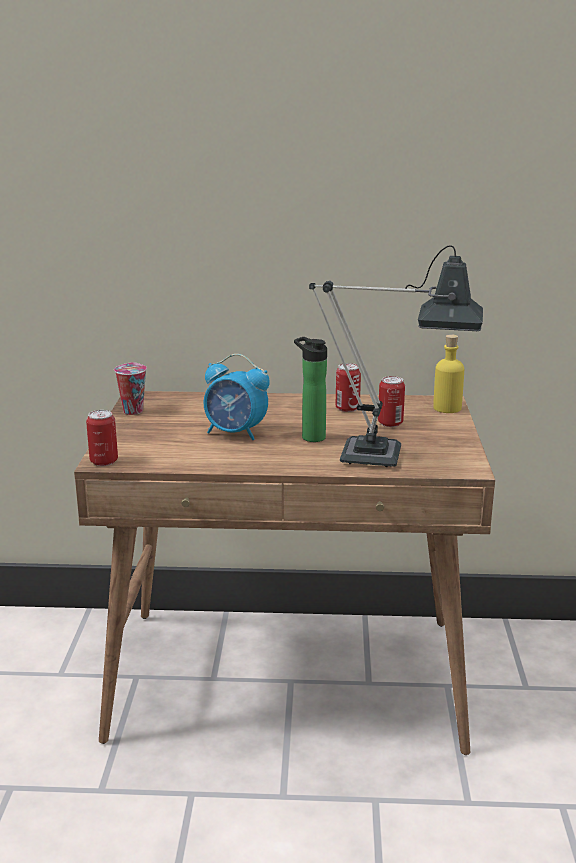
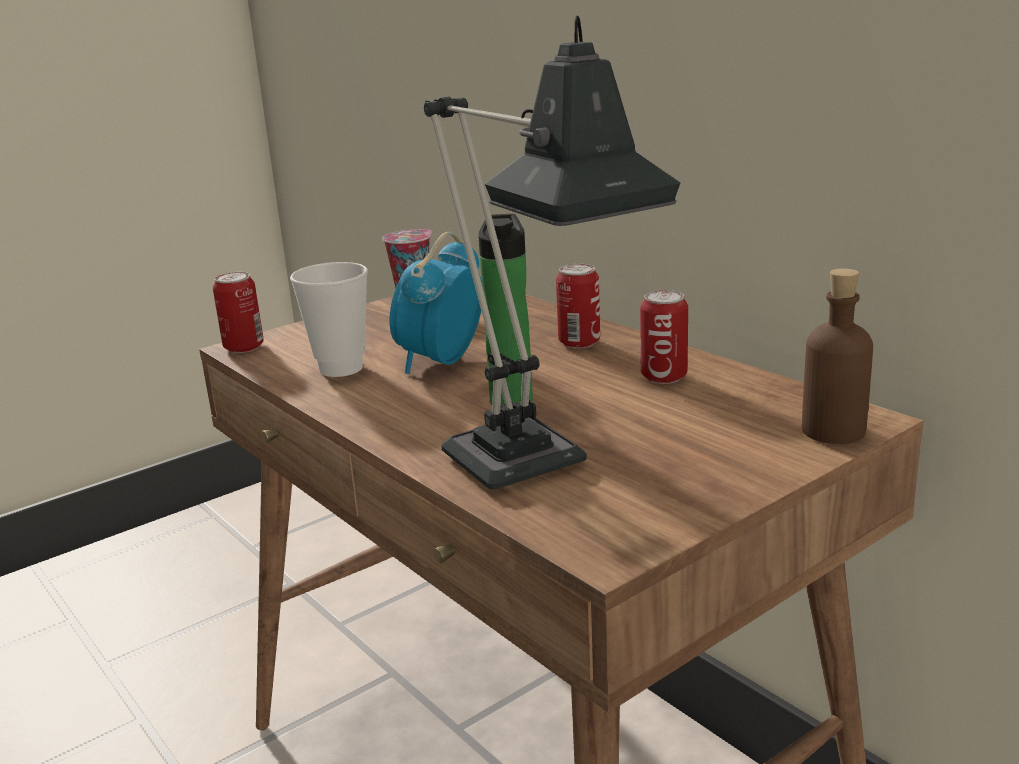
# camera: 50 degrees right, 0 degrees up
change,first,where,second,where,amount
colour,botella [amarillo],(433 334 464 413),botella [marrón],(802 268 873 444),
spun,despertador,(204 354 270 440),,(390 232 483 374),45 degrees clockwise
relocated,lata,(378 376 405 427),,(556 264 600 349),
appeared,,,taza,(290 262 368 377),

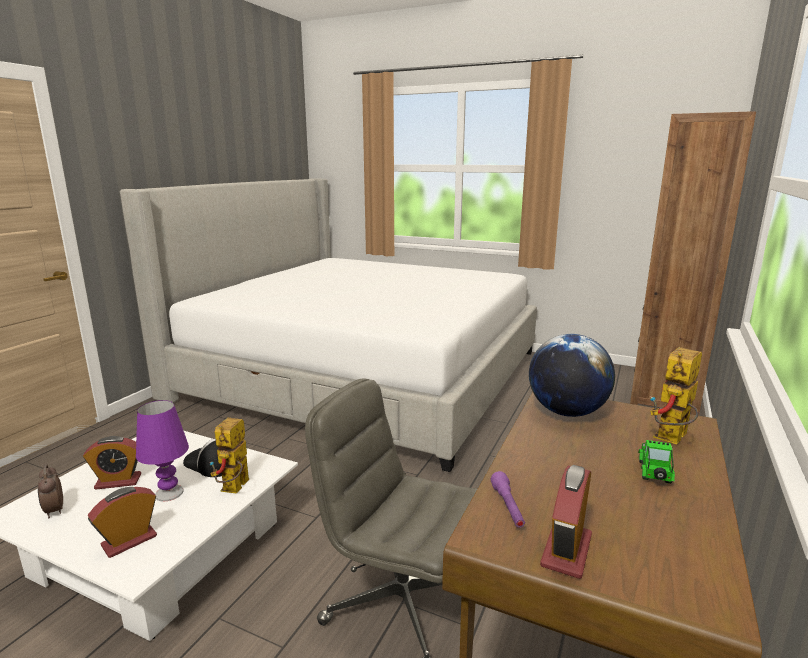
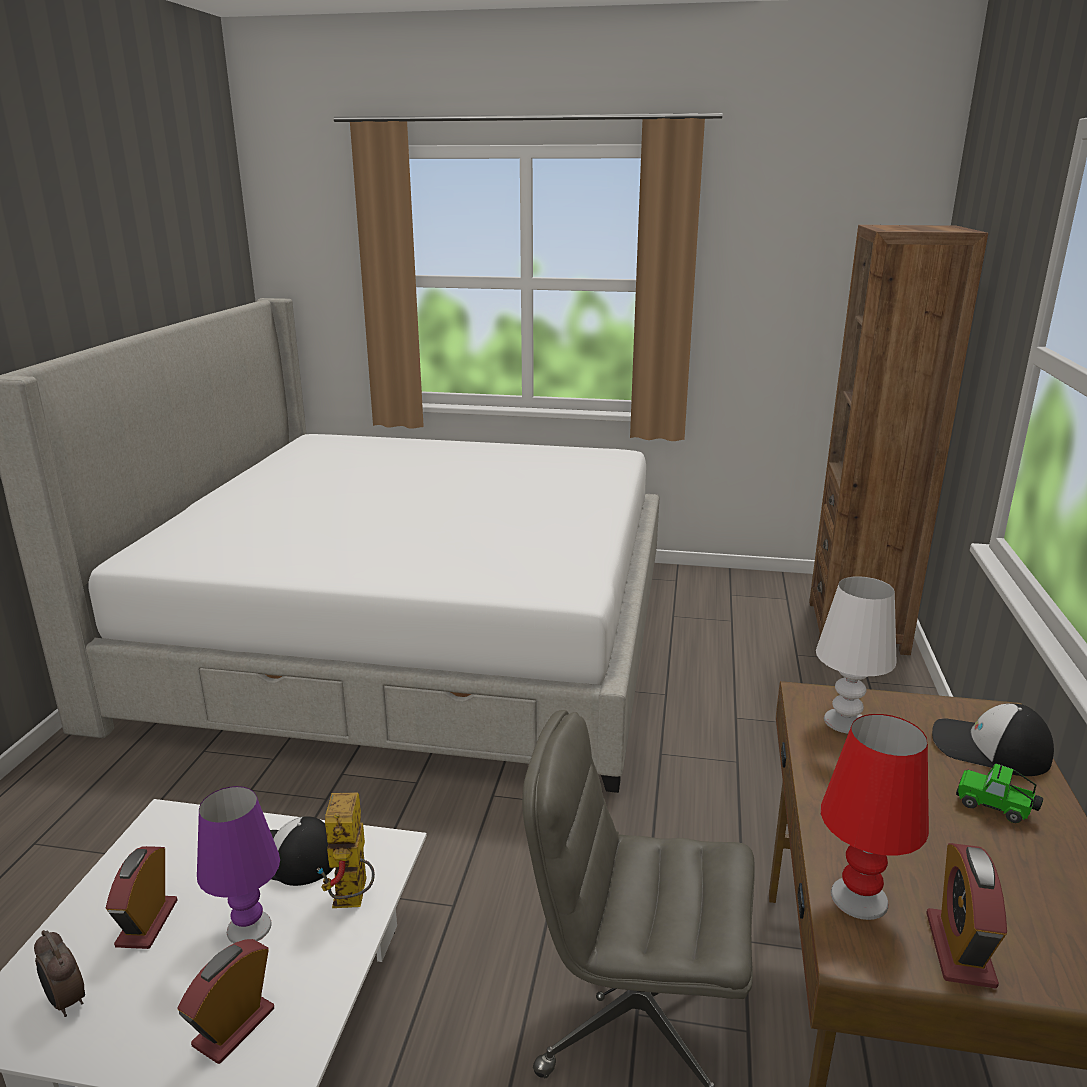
# camera: 15 degrees left, 5 degrees up
change,first,where,second,where,amount
exchanged,globo terráqueo,(529 334 615 417),lámpara de mesa [blanco],(816 576 897 733),
exchanged,robot de juguete,(650 347 702 444),gorra,(932 704 1054 776),
spun,despertador,(83 436 141 490),,(106 846 177 949),120 degrees clockwise
spun,coche de juguete,(638 440 675 484),,(956 763 1043 823),60 degrees counterclockwise
exchanged,linterna [morado],(491 471 525 528),lámpara de mesa [rojo],(821 714 929 920),

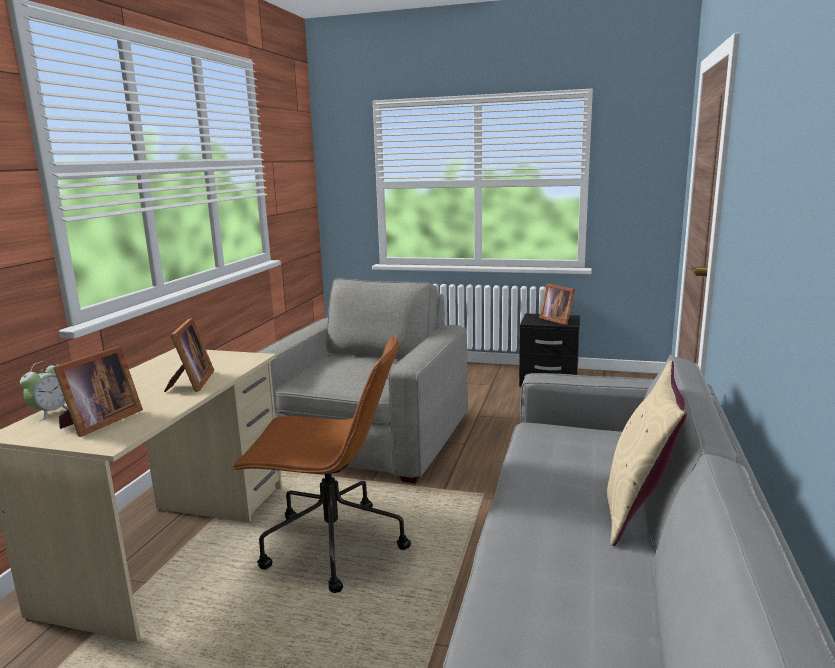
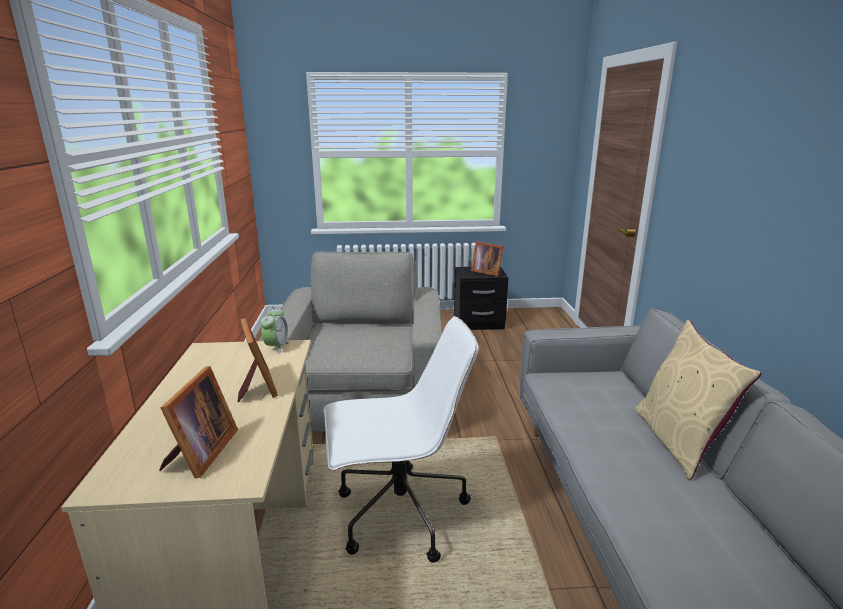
# camera: 20 degrees left, 5 degrees up
change,first,where,second,where,amount
colour,silla de oficina [marrón],(231 335 411 593),silla de oficina [blanco],(324 316 479 563),
relocated,despertador,(20 361 68 421),,(261 307 290 354),

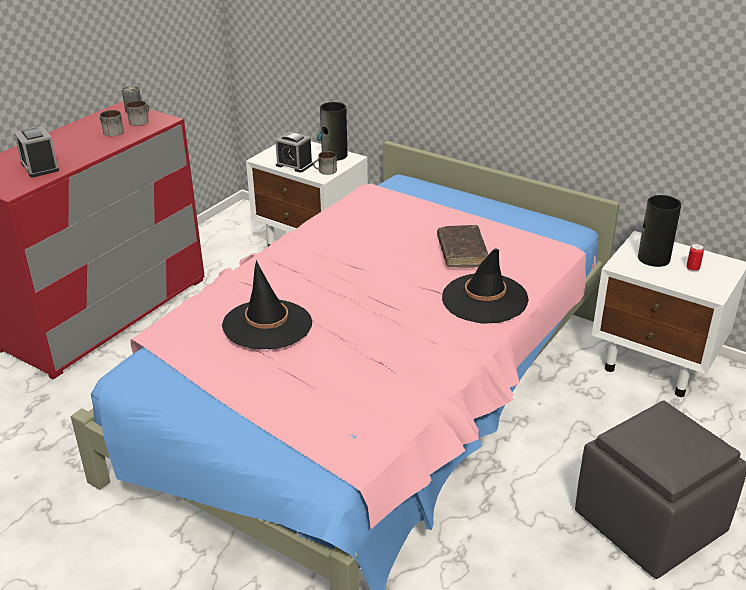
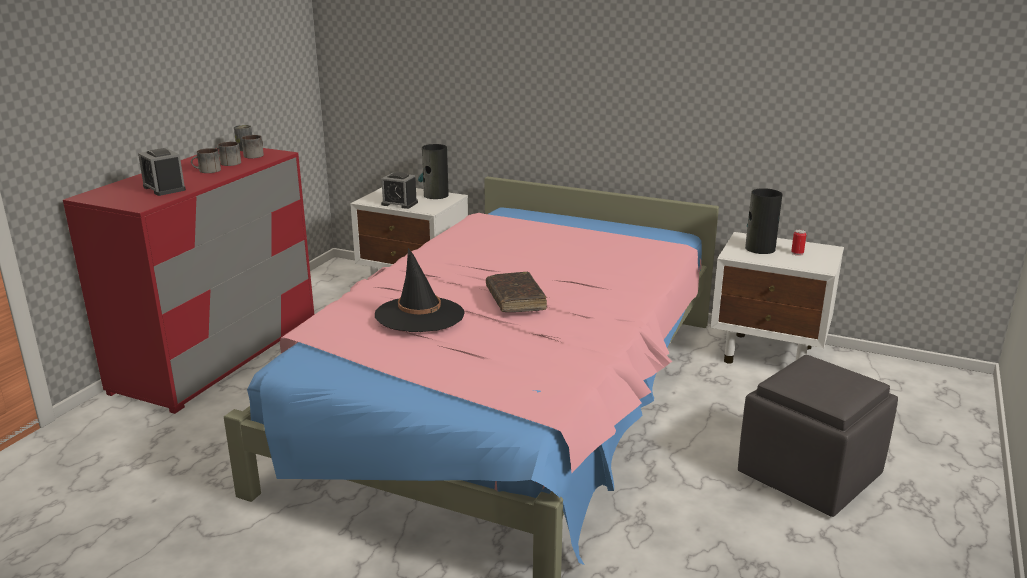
# camera: 10 degrees left, 10 degrees down
change,first,where,second,where,amount
relocated,taza grande,(313 151 337 175),,(191 148 221 173),
relocated,libro [marrón],(437 225 489 268),,(486 272 547 312),
missing,sombrero [negro],(442 248 529 324),,,

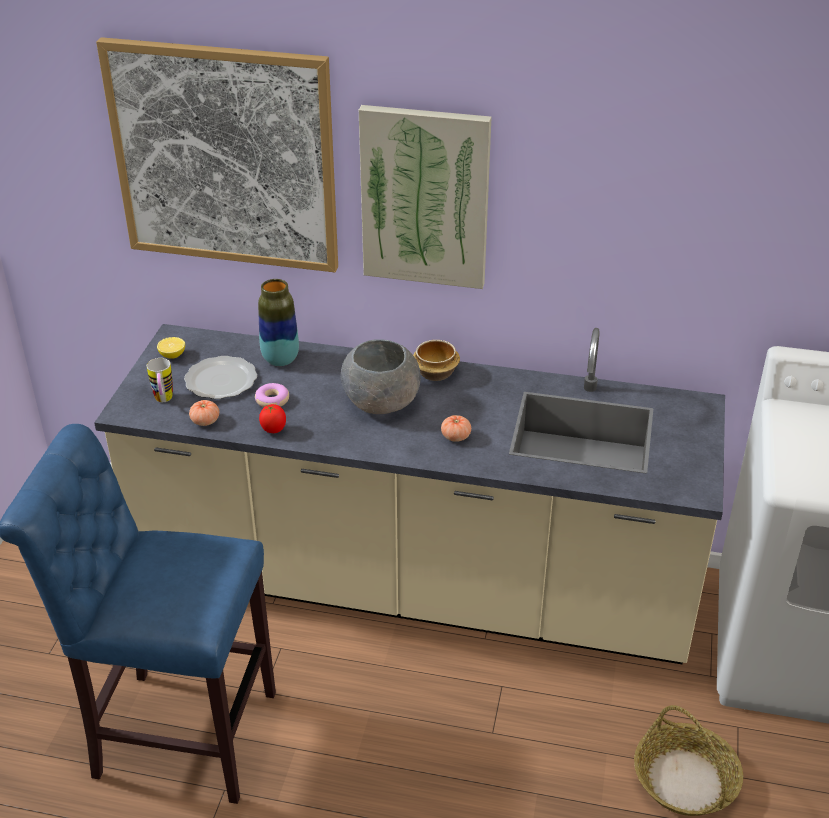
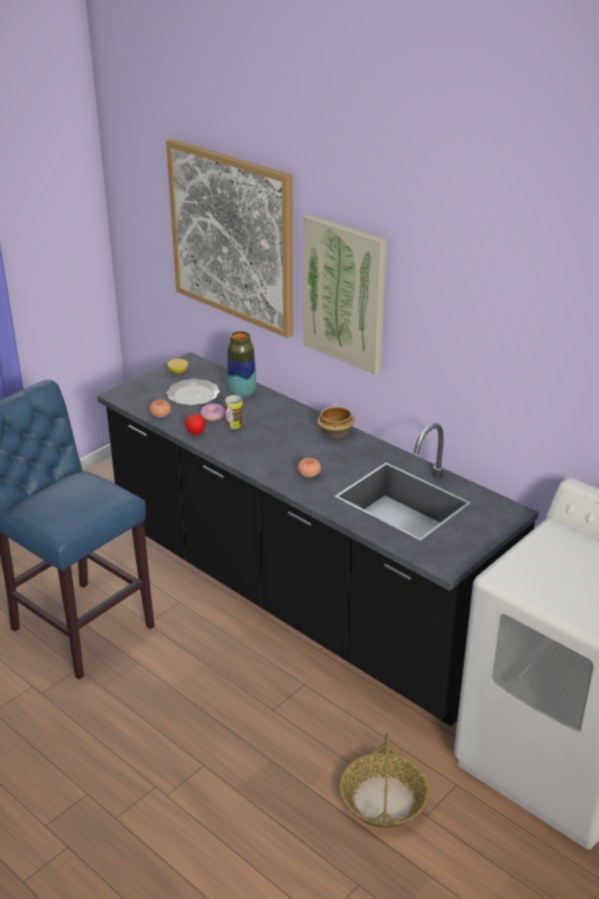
# camera: 30 degrees right, 5 degrees down
change,first,where,second,where,amount
colour,mueble bajo de cocina [beis],(94 324 725 664),mueble bajo de cocina [negro],(97 352 539 726),
missing,cuenco [gris],(341 339 421 414),,,
relocated,taza grande,(147 358 173 402),,(225 395 243 429),

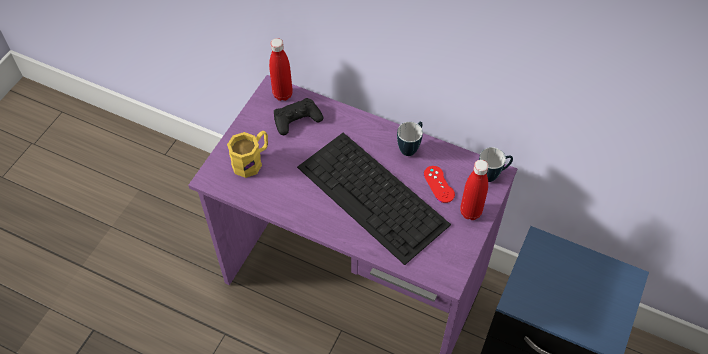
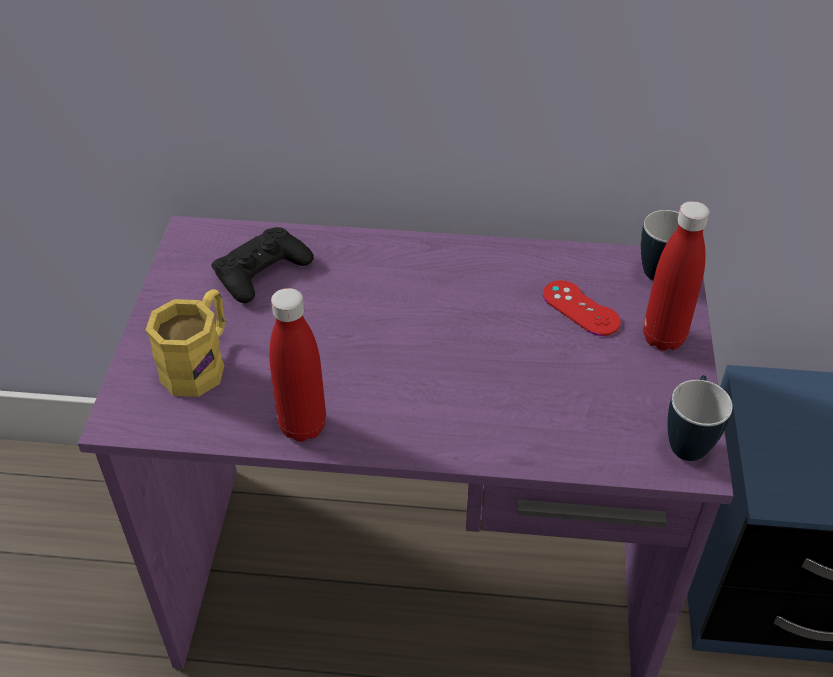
# camera: 20 degrees left, 10 degrees down
change,first,where,second,where,amount
relocated,botella [rojo],(269 38 293 101),,(269 288 326 442),
relocated,taza grande,(397 122 423 156),,(667 375 733 461),
missing,teclado,(297 133 451 265),,,

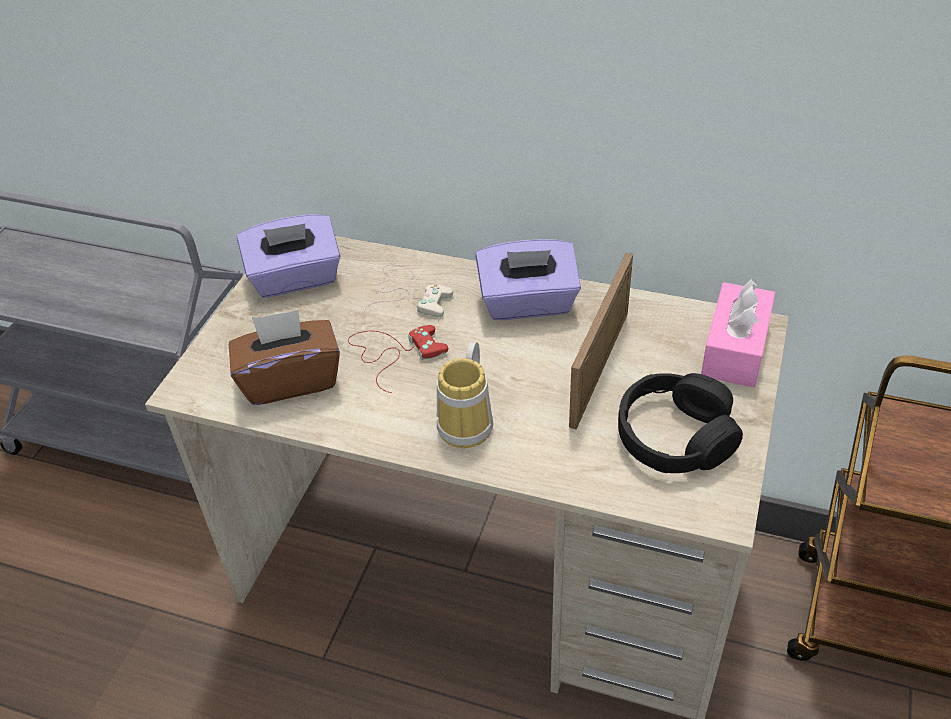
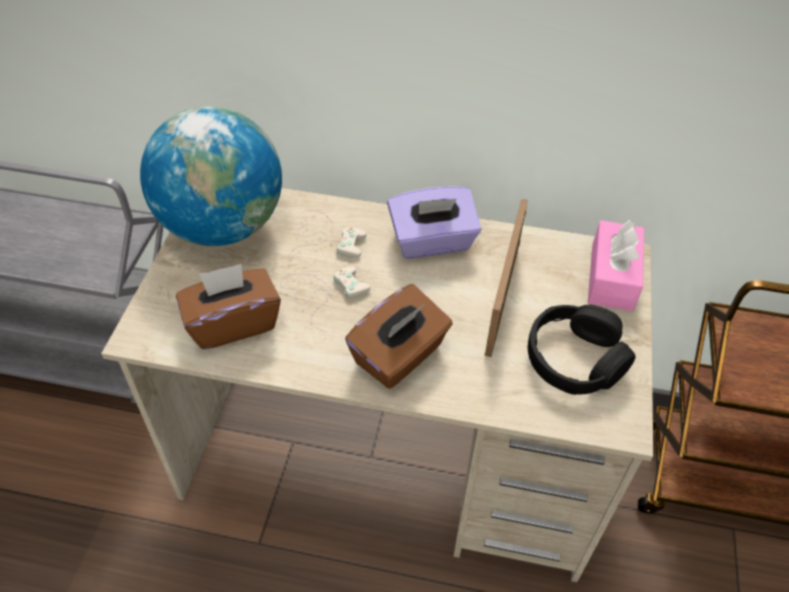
# camera: 10 degrees left, 5 degrees up
change,first,where,second,where,amount
exchanged,caja de pañuelos [morado],(237 214 340 298),globo terráqueo,(140 106 282 246),
colour,mando de consola [rojo],(348 325 448 393),mando de consola [blanco],(280 266 370 332),
exchanged,taza grande,(437 341 493 448),caja de pañuelos [marrón],(345 284 453 389),

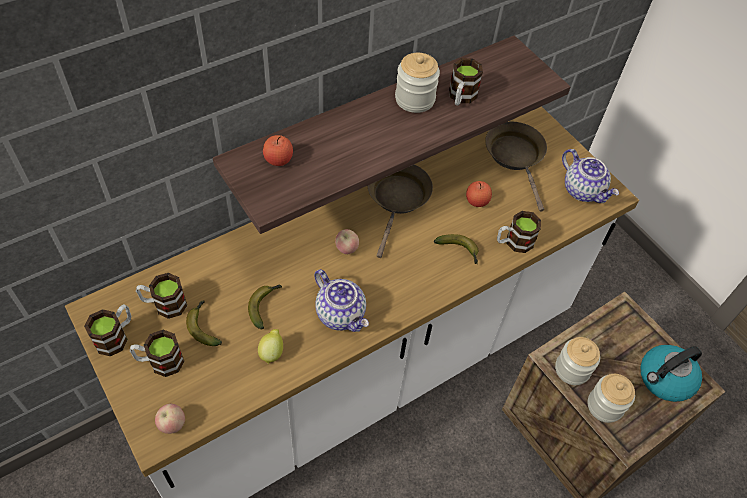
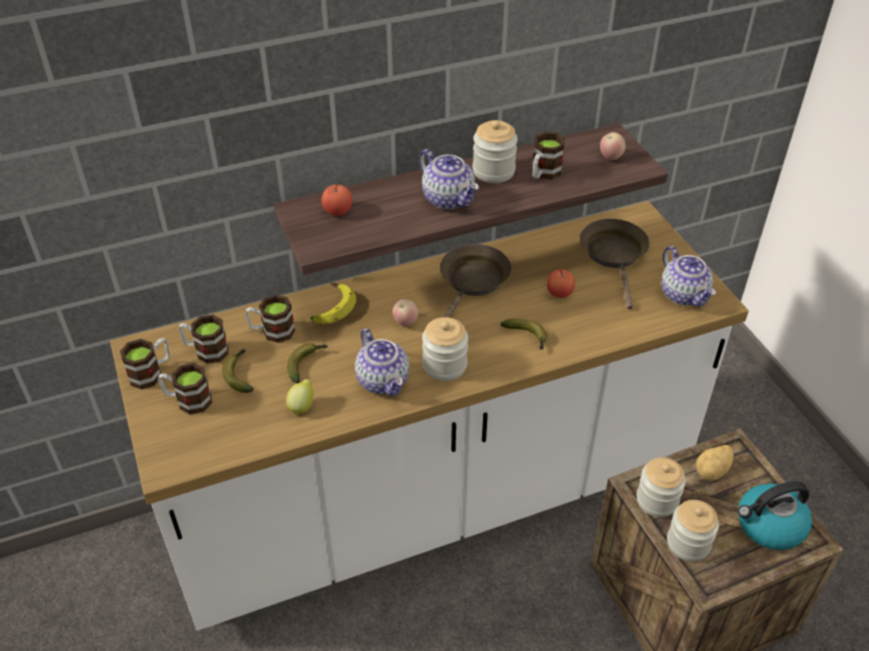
# camera: 15 degrees right, 10 degrees down
change,first,where,second,where,amount
relocated,taza grande,(497 211 541 253),,(245 294 295 343),
relocated,manzana,(155 404 185 434),,(600 132 626 160),
appeared,,,tetera,(419 149 479 209),
appeared,,,plátano,(311 282 356 324),
appeared,,,tarro,(422 317 468 381),
appeared,,,patata,(695 445 734 481),

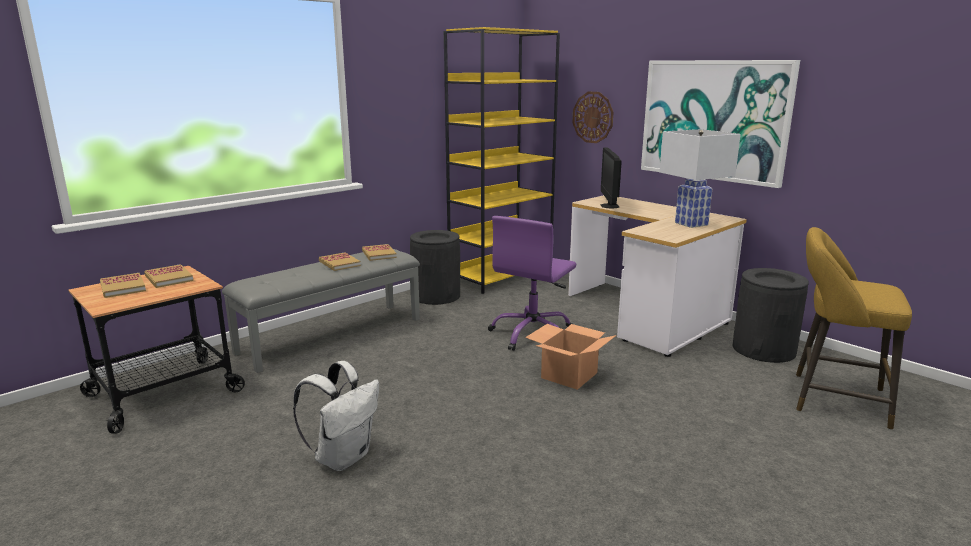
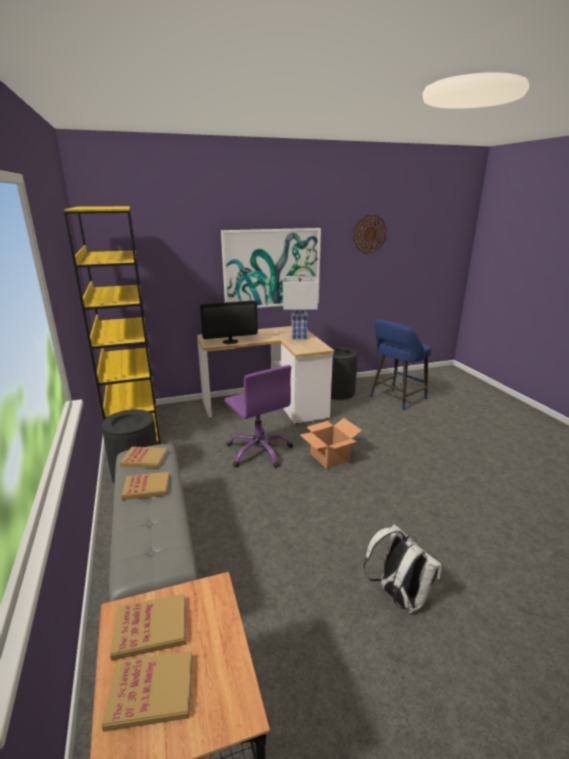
# camera: 65 degrees left, 5 degrees up
change,first,where,second,where,amount
relocated,reloj de pared,(572 92 613 143),,(353 215 387 254),
spun,monitor,(601 148 622 209),,(200 300 258 344),45 degrees counterclockwise
colour,taburete [amarillo],(796 227 912 430),taburete [azul],(370 320 432 411),

